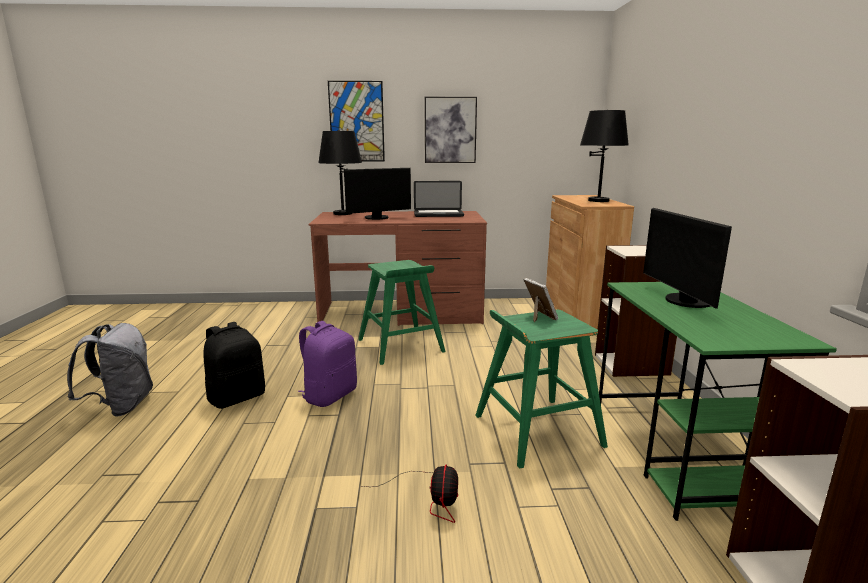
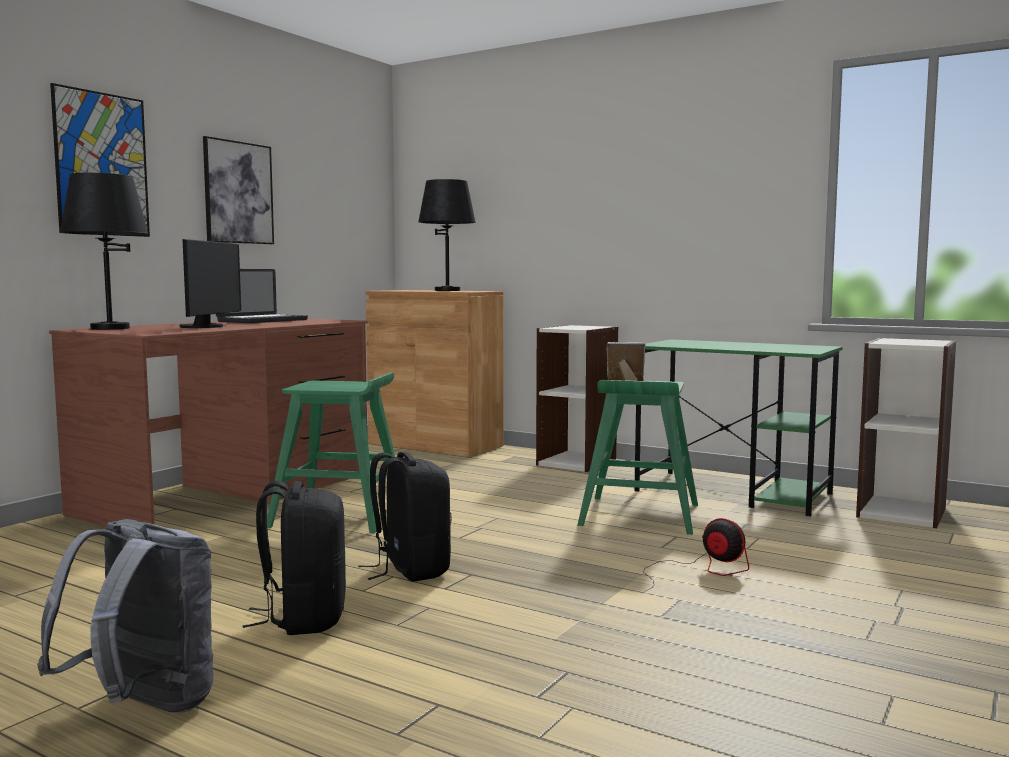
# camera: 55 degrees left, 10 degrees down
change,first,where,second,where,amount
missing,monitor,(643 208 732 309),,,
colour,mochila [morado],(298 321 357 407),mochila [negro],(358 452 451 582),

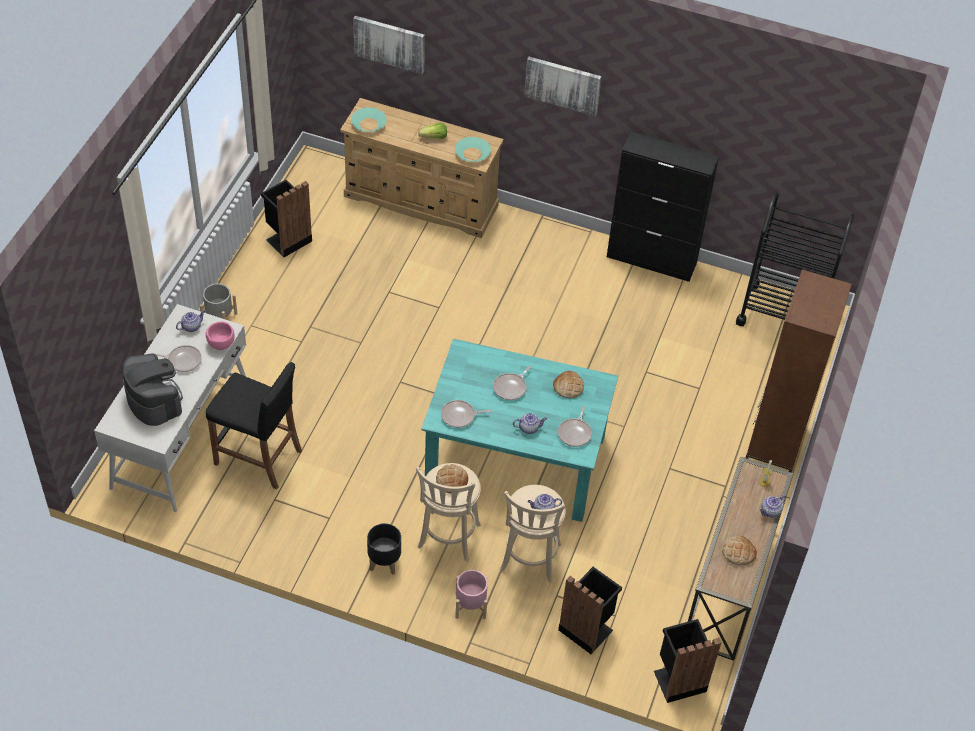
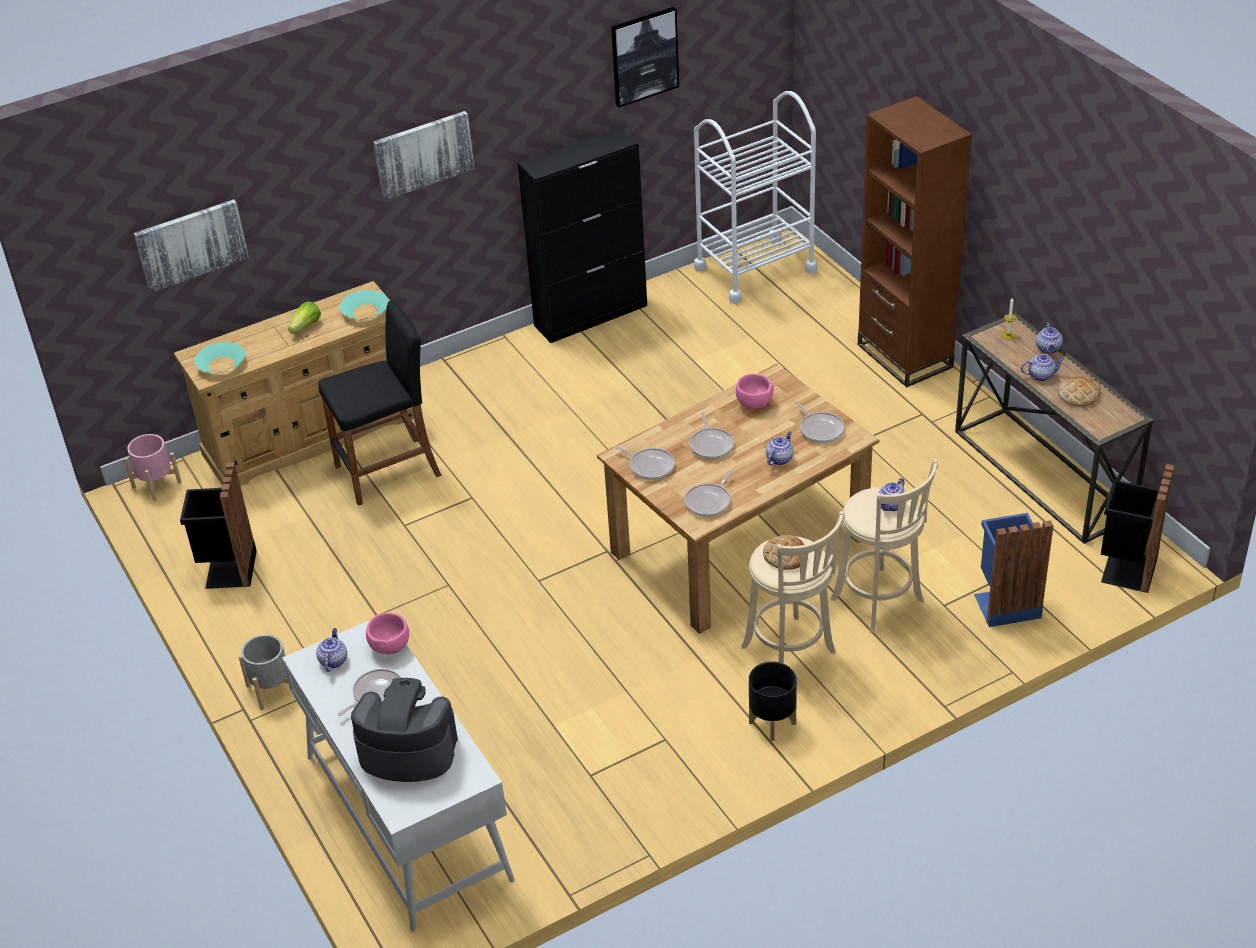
# camera: 45 degrees left, 10 degrees down
change,first,where,second,where,amount
colour,carrito [negro],(736 192 854 326),carrito [blanco],(694 91 818 304),
colour,mesa de comedor [turquesa],(421 339 618 522),mesa de comedor [marrón],(597 364 879 634),
relocated,taburete [negro],(206 362 302 489),,(318 301 442 506),
exchanged,pan,(553 371 584 398),cuenco [rosa],(736 374 774 409),
colour,papelera [negro],(558 567 622 654),papelera [azul],(974 513 1053 627),
relocated,maceta [rosa],(455 570 488 619),,(124 434 182 501),
appeared,,,cuadro,(611 7 679 107),
appeared,,,tetera,(1021 354 1064 381),
appeared,,,sartén,(614 446 675 480),

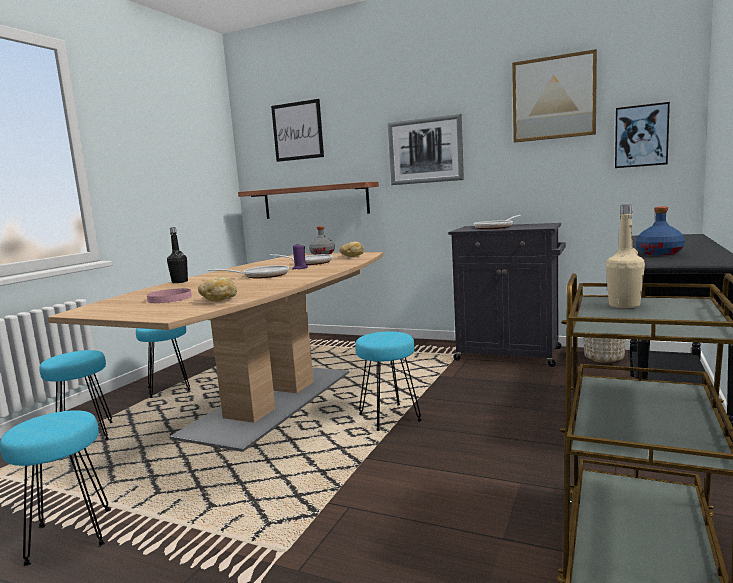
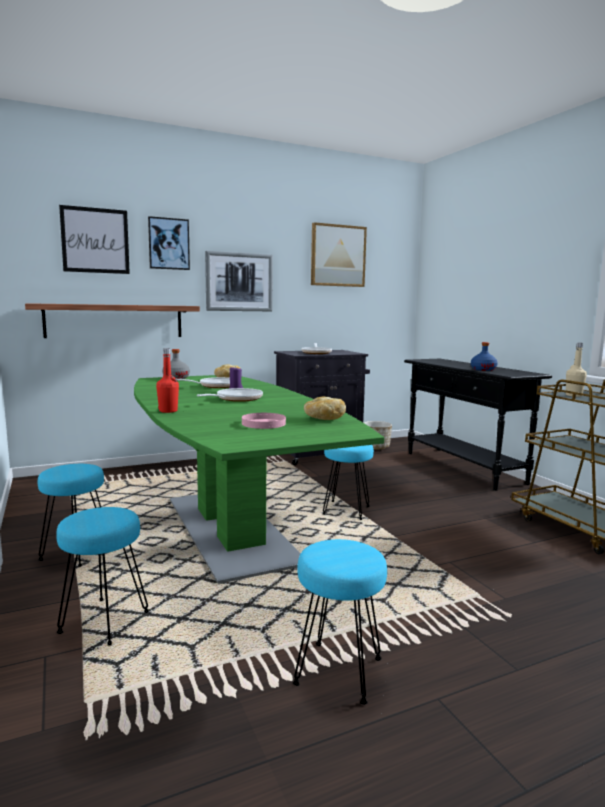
# camera: 50 degrees left, 0 degrees up
change,first,where,second,where,amount
relocated,cuadro,(615 102 670 168),,(148 216 190 270),
colour,botella [negro],(167 227 188 283),botella [rojo],(156 348 179 413),
colour,mesa de comedor [marrón],(48 252 383 452),mesa de comedor [verde],(134 375 384 584),

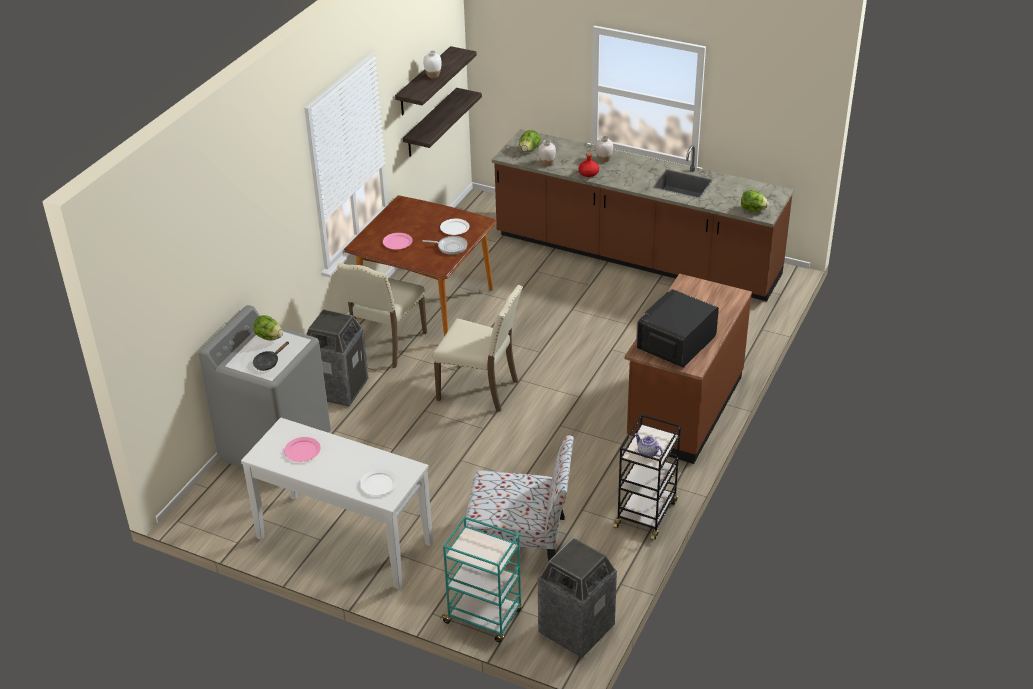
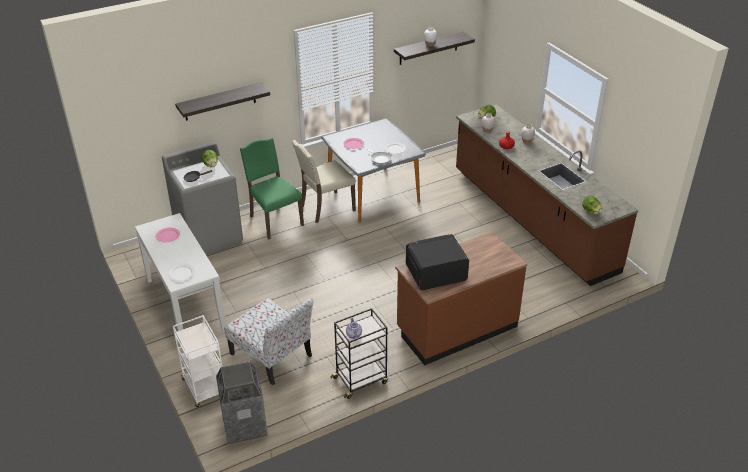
# camera: 35 degrees right, 0 degrees up
change,first,where,second,where,amount
relocated,estante,(403 88 482 157),,(175 82 270 121),
colour,mesa de comedor [marrón],(344 195 497 336),mesa de comedor [gris],(321 118 426 222),
missing,silla [beis],(432 285 523 412),,,
exchanged,papelera,(306 309 368 407),silla [verde],(240 137 304 239),
colour,carrito [turquesa],(441 516 523 643),carrito [blanco],(173 315 223 407),

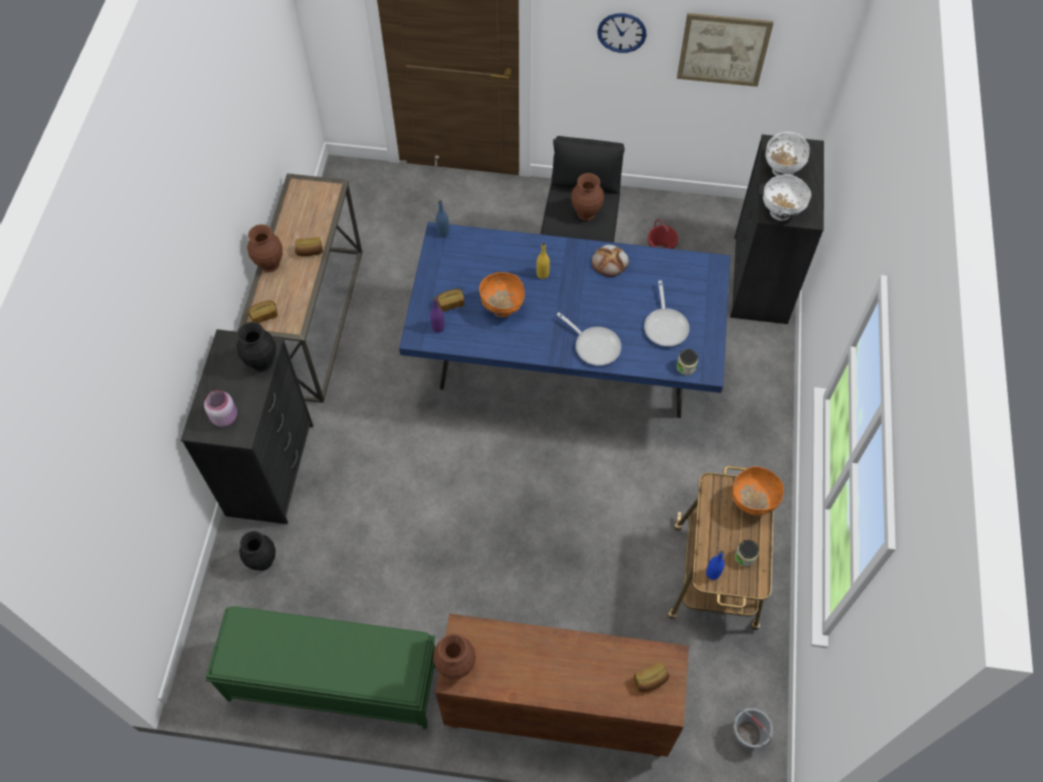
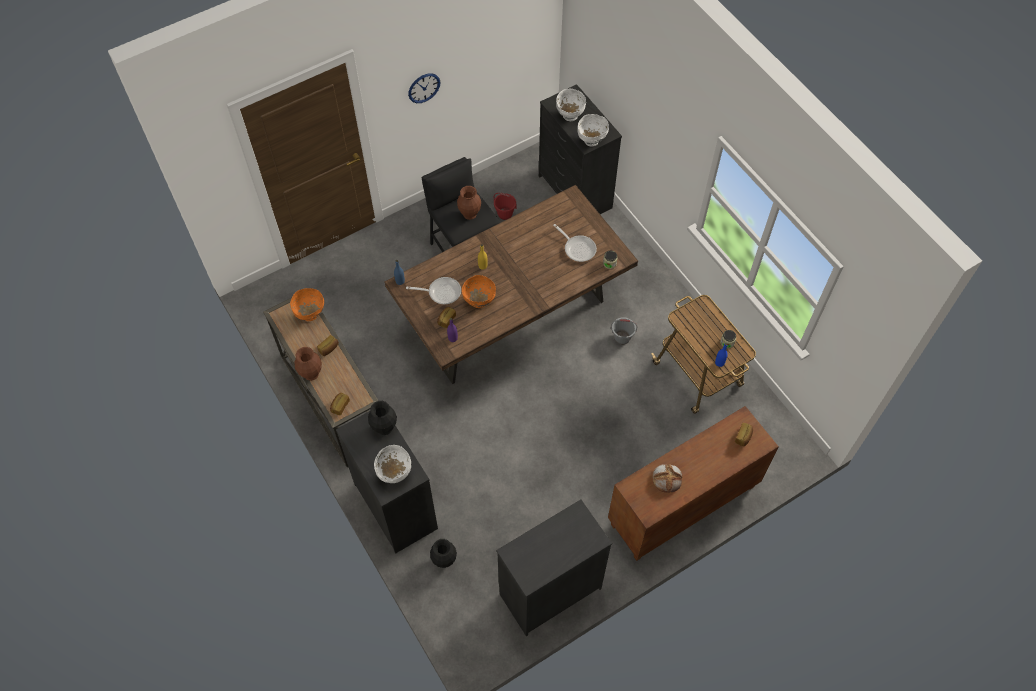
# camera: 40 degrees left, 0 degrees up
change,first,where,second,where,amount
missing,cuadro,(677 13 774 87),,,
colour,mesa de comedor [azul],(399 222 730 418),mesa de comedor [marrón],(384 185 638 384),
relocated,pan,(592 245 629 277),,(653 464 682 493),
relocated,sartén,(557 312 621 366),,(406 277 461 304),
exchanged,tarro [rosa],(204 390 237 427),cuenco [blanco],(374 445 411 483),
relocated,cuenco [naranja],(732 466 784 515),,(290 288 324 321),
exchanged,banco [verde],(205 606 436 729),cómoda [negro],(496 499 612 636),
missing,florero [marrón],(433 633 476 679),,,
relocated,cubo [gris],(733 708 773 748),,(611 317 638 345),

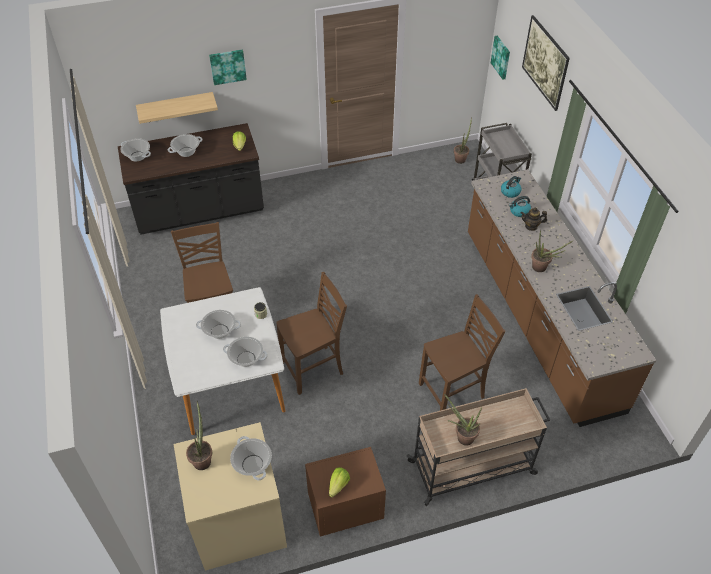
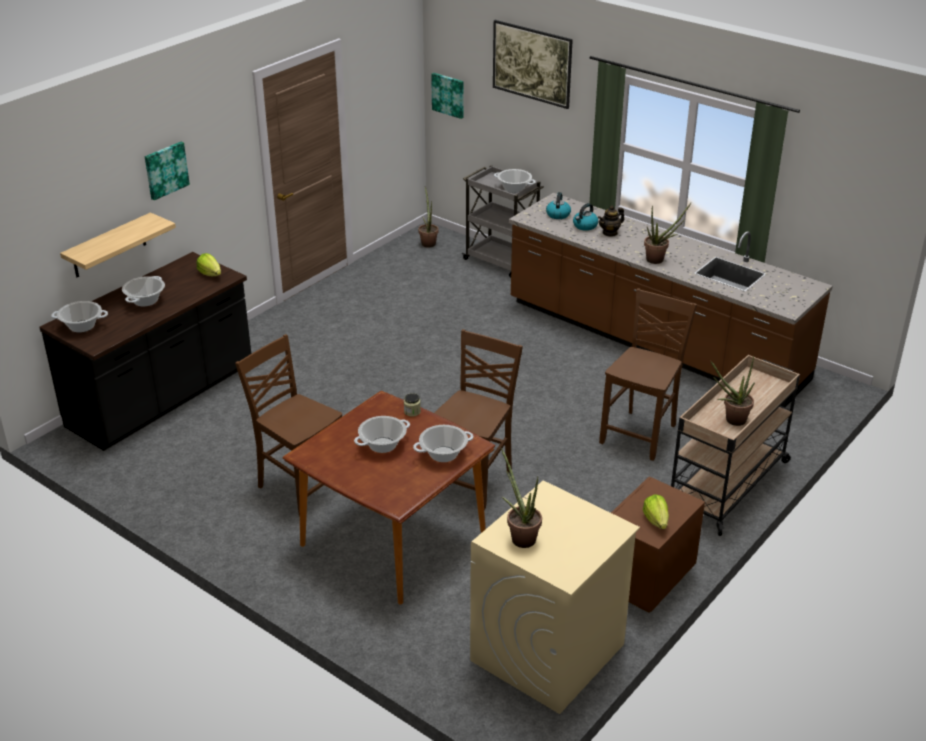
# camera: 35 degrees left, 15 degrees down
change,first,where,second,where,amount
colour,mesa de comedor [blanco],(160 287 285 435),mesa de comedor [marrón],(283 391 495 605),
relocated,olla,(230 436 272 481),,(494 169 536 193),

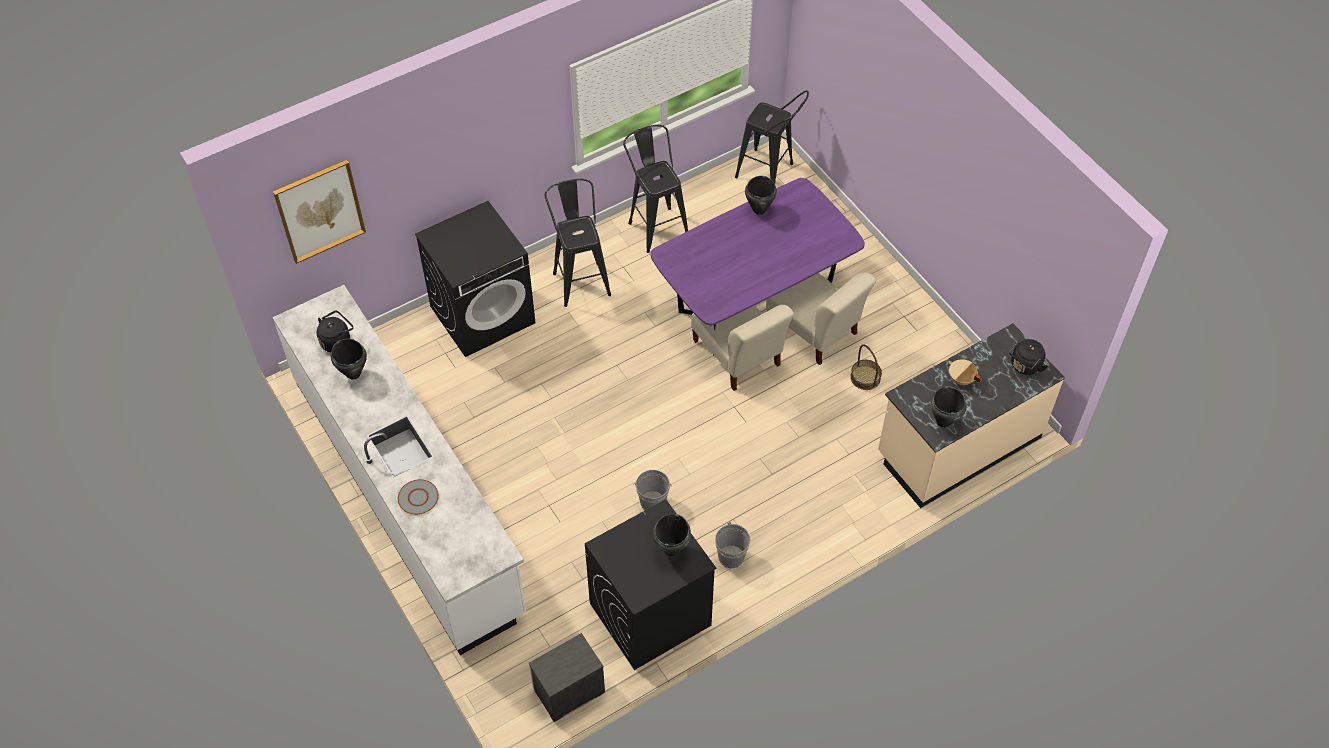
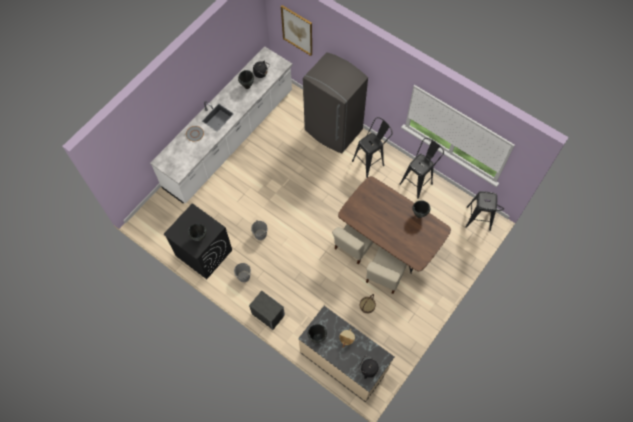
# camera: 70 degrees right, 10 degrees up
change,first,where,second,where,amount
colour,mesa de comedor [morado],(651 178 865 355),mesa de comedor [marrón],(338 176 451 273),
exchanged,lavadora [negro],(415 201 536 357),nevera [gris],(303 52 368 154),
relocated,mesita de noche,(529 633 605 722),,(249 291 285 330),

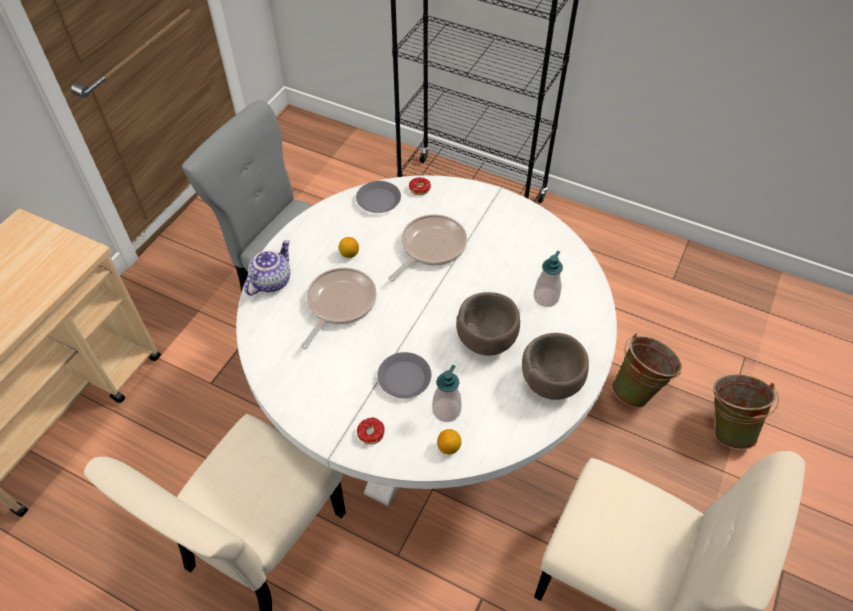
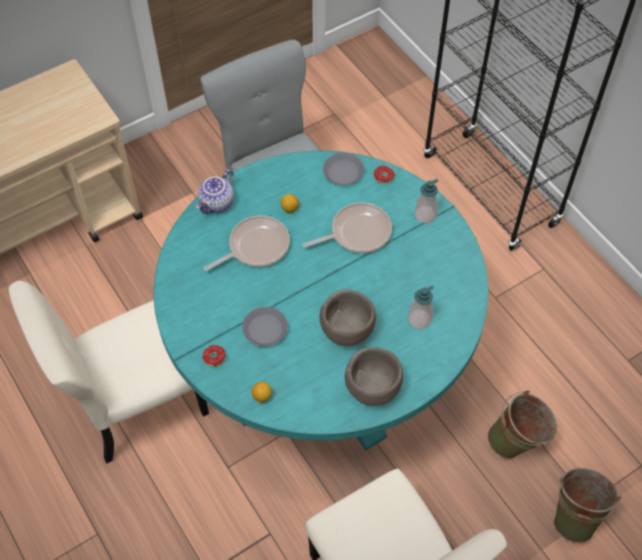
# camera: 30 degrees right, 5 degrees up
change,first,where,second,where,amount
colour,mesa de comedor [blanco],(236 175 617 506),mesa de comedor [turquesa],(153 151 488 450),
spun,tetera,(244 240 290 296),,(196 169 234 214),150 degrees clockwise
relocated,dispensador de jabón,(432 365 462 422),,(415 179 439 223),

